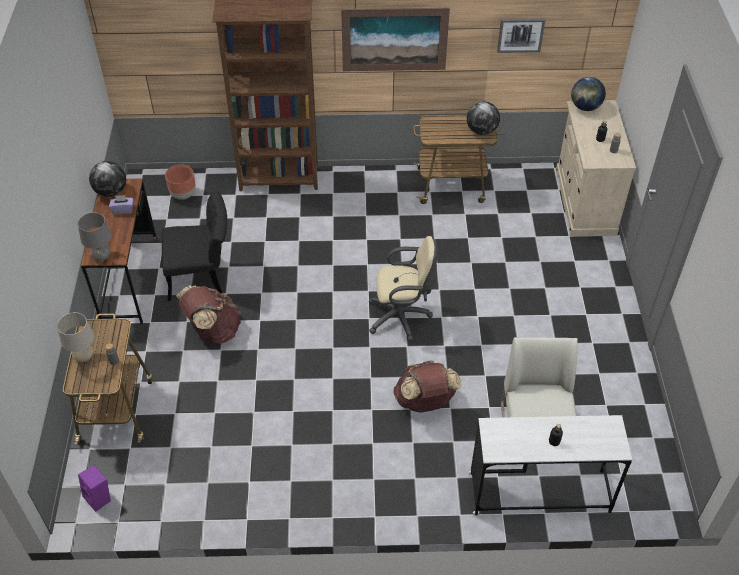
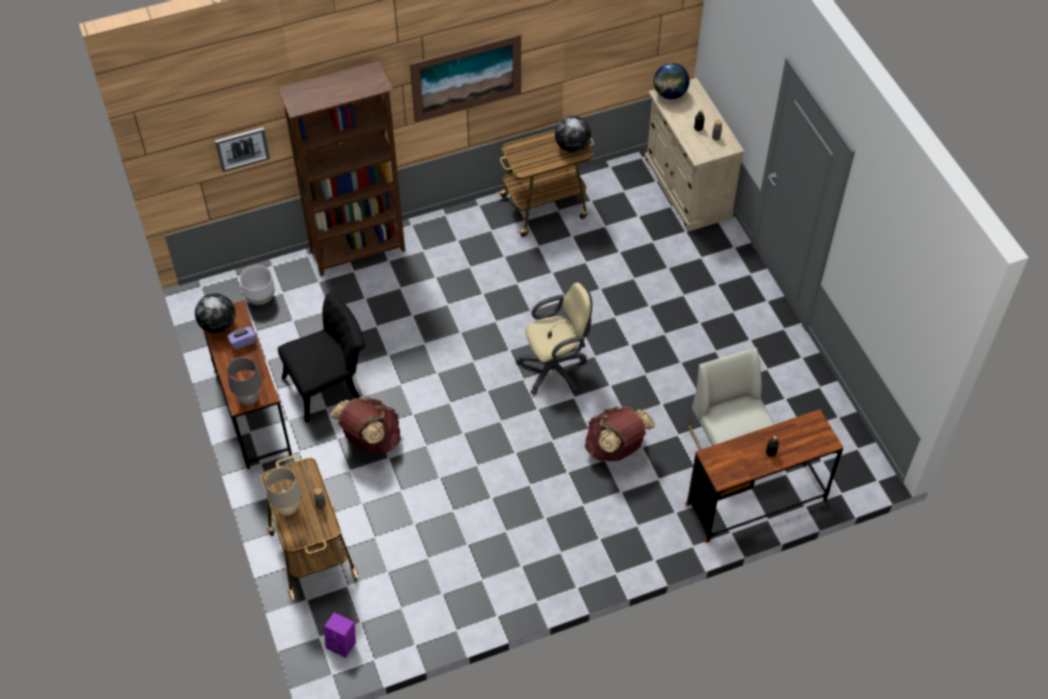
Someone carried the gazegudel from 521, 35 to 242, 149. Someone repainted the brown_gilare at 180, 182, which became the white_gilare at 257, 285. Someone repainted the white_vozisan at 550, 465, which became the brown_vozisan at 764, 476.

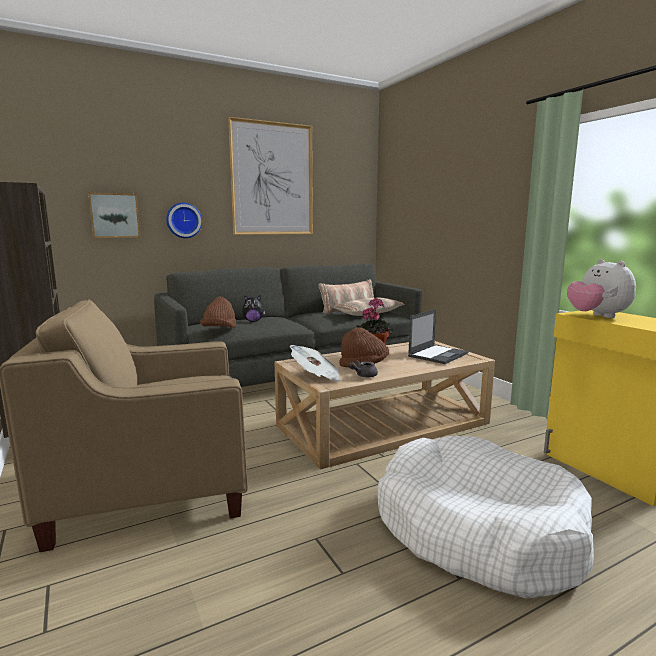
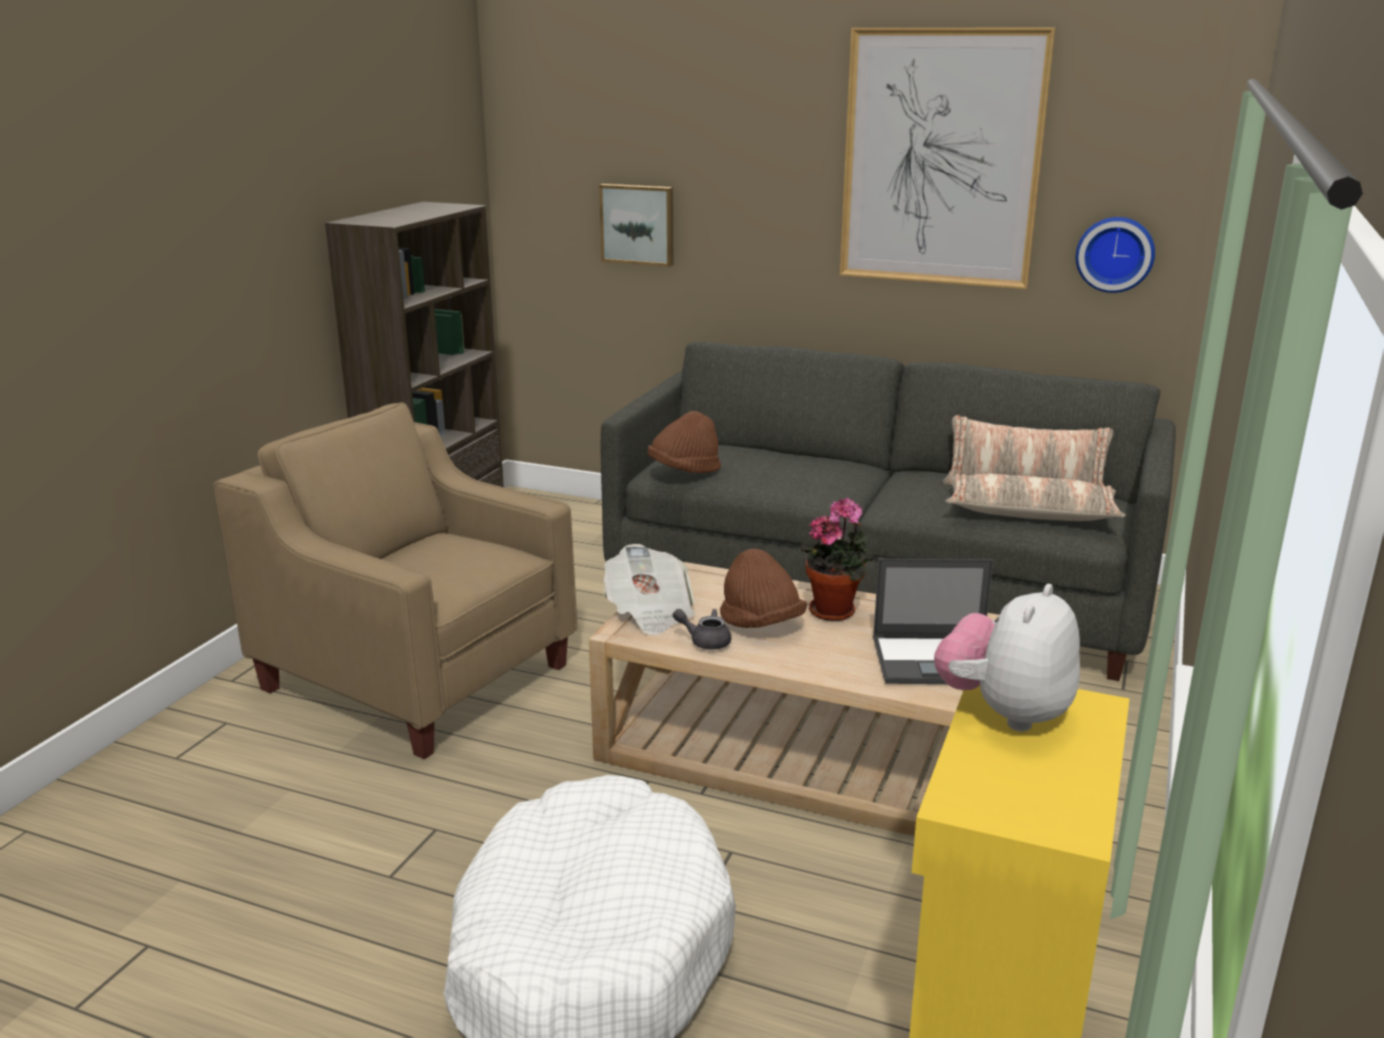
Someone took away the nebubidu at 253, 309. Someone carried the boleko from 184, 220 to 1115, 255.

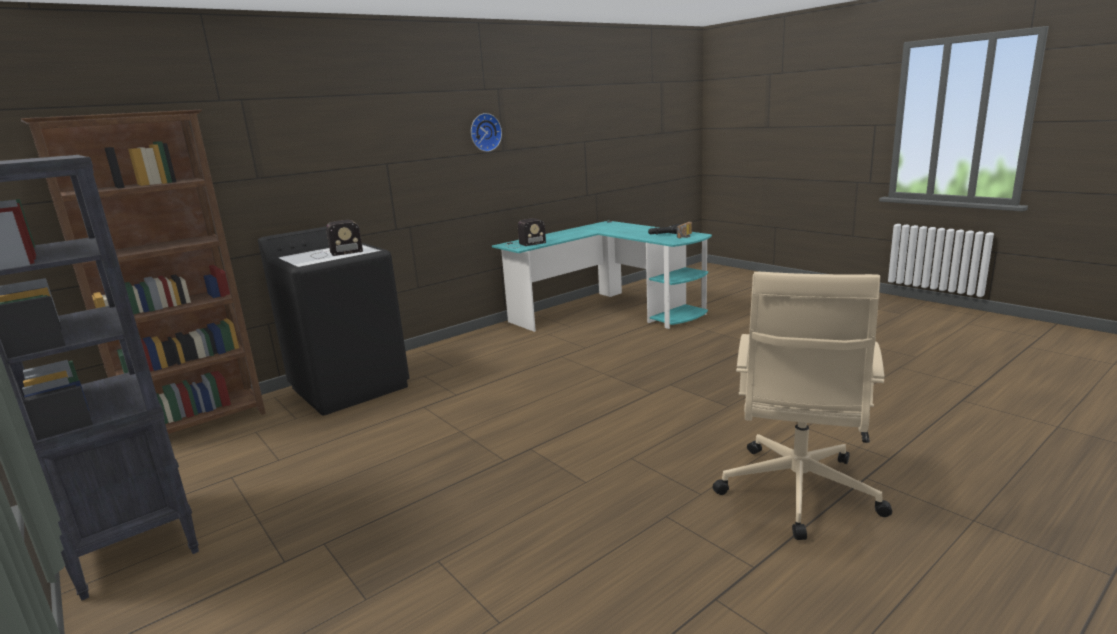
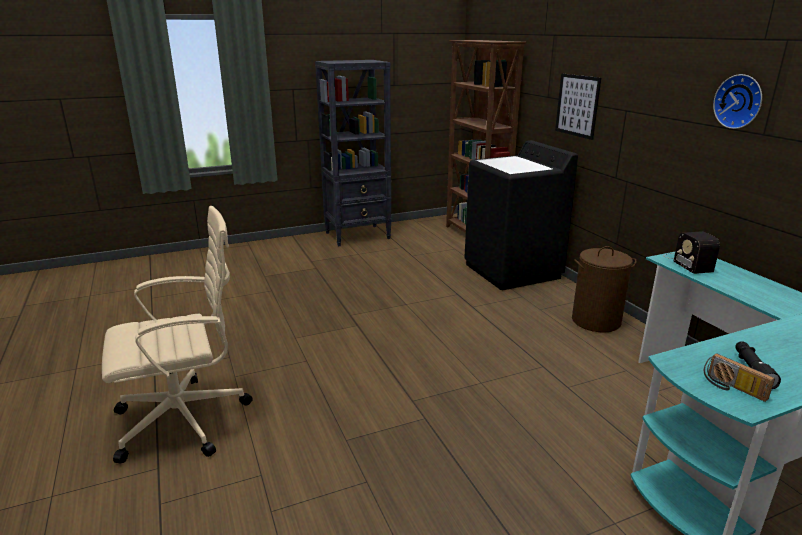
Someone took away the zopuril at 337, 239. Someone put up the gazegudel at 578, 106. Someone put down the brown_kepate at 604, 289. Someone rotated the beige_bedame at 802, 406 by 120 degrees clockwise.

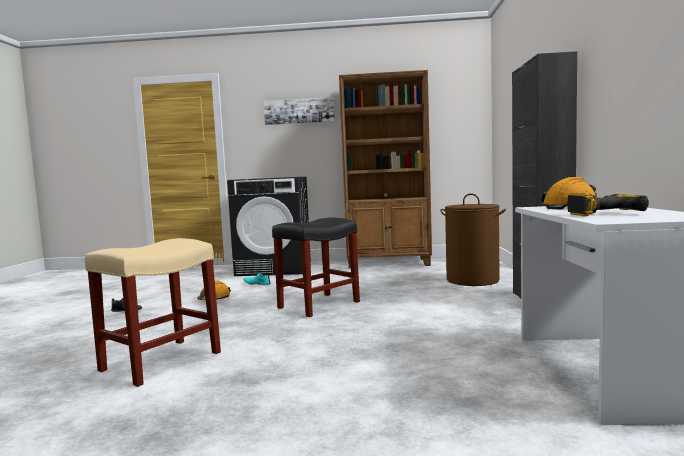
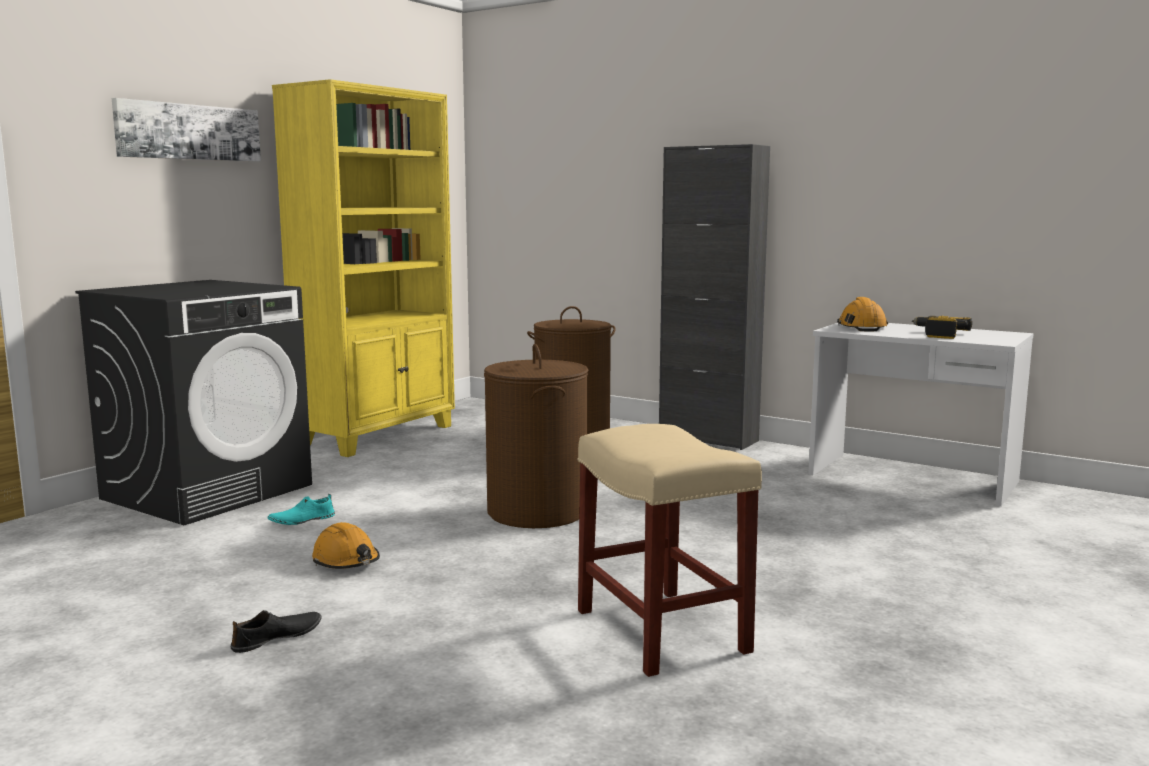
Someone swapped the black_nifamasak at 316, 267 for the brown_kepate at 536, 436. Someone repainted the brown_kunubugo at 385, 169, which became the yellow_kunubugo at 363, 268.

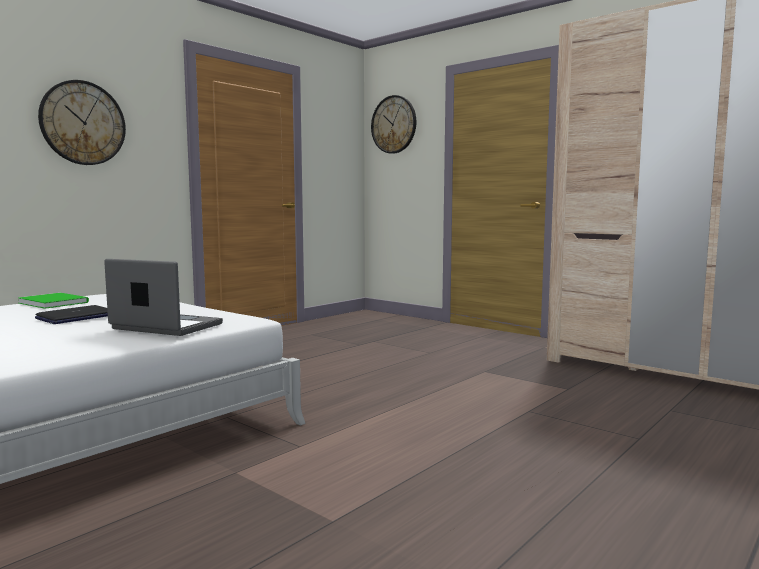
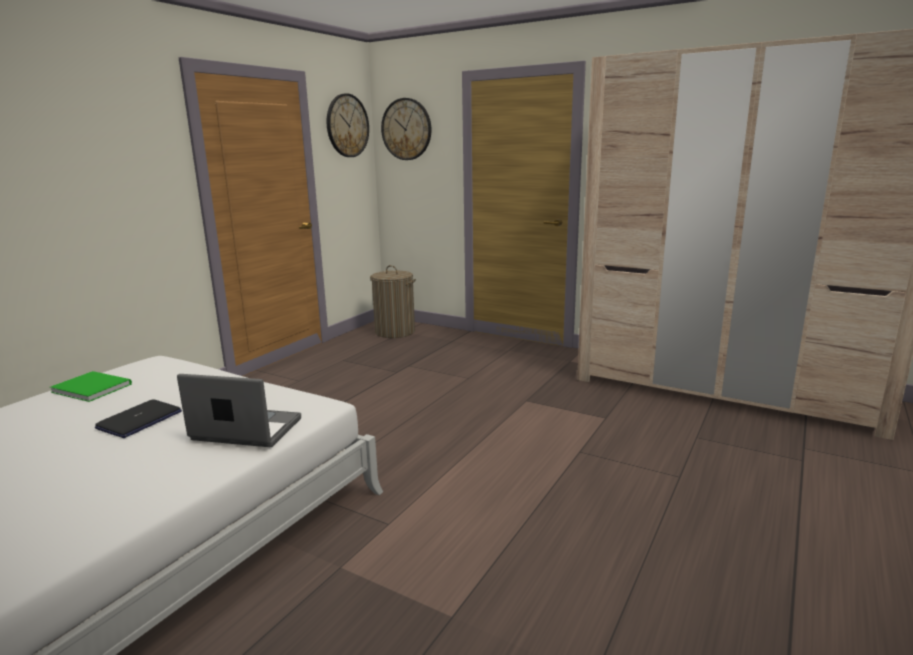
Someone put down the kepate at 393, 301. Someone carried the boleko from 82, 122 to 348, 125.

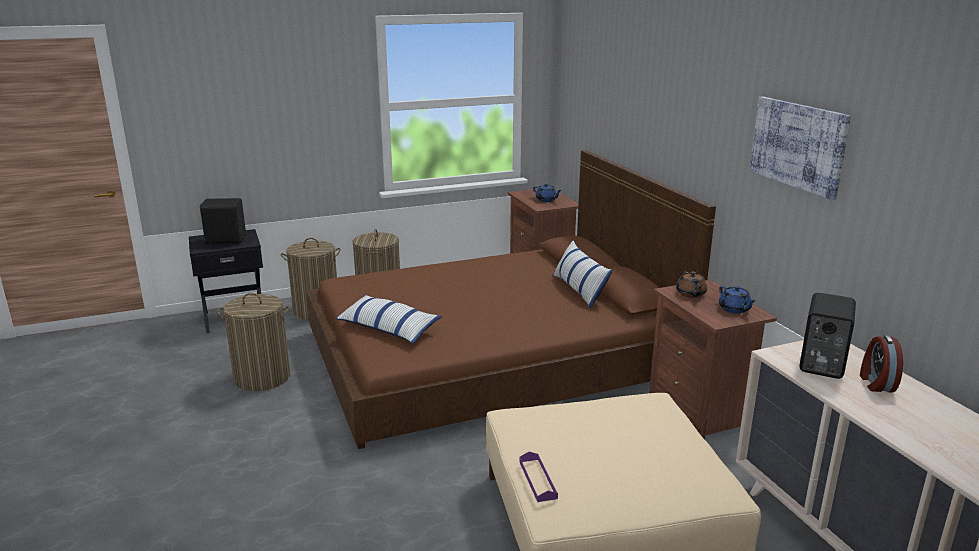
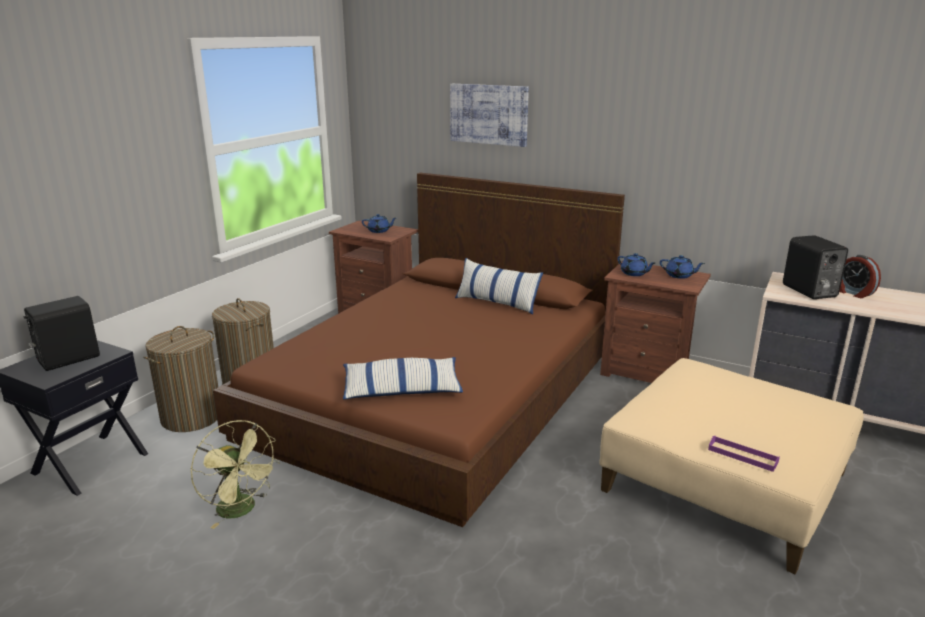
Someone carried the gazegudel from 800, 148 to 489, 115. Someone swapped the kepate at 253, 342 for the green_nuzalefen at 235, 474. Someone repainted the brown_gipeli at 691, 284, which became the blue_gipeli at 636, 264.

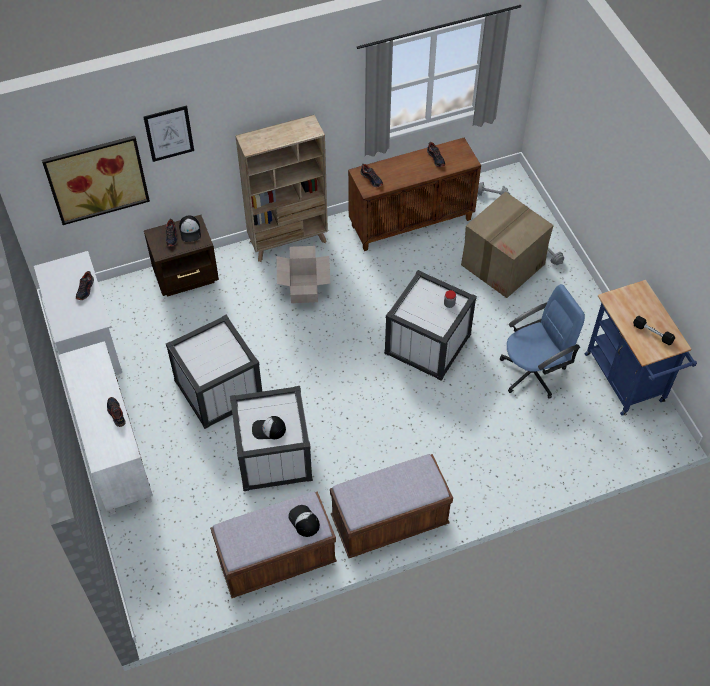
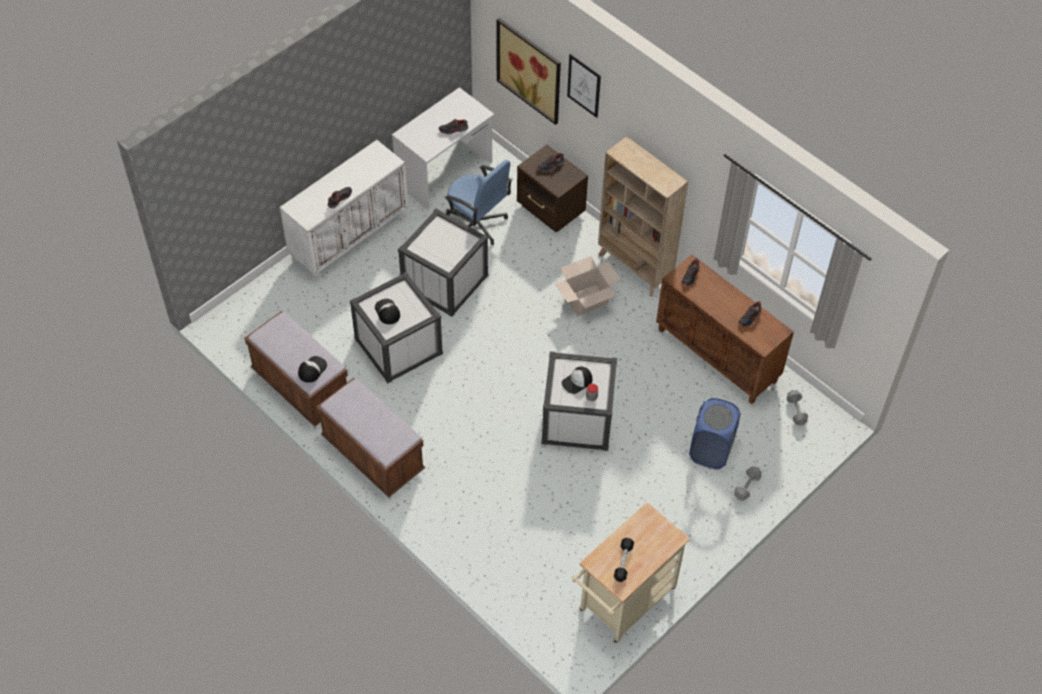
Someone carried the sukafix from 190, 228 to 577, 380. Someone carried the blue_bedame from 542, 341 to 478, 202. Someone swapped the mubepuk at 507, 244 for the blue_kepate at 715, 433. Someone repainted the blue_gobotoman at 641, 348, which became the beige_gobotoman at 630, 572.

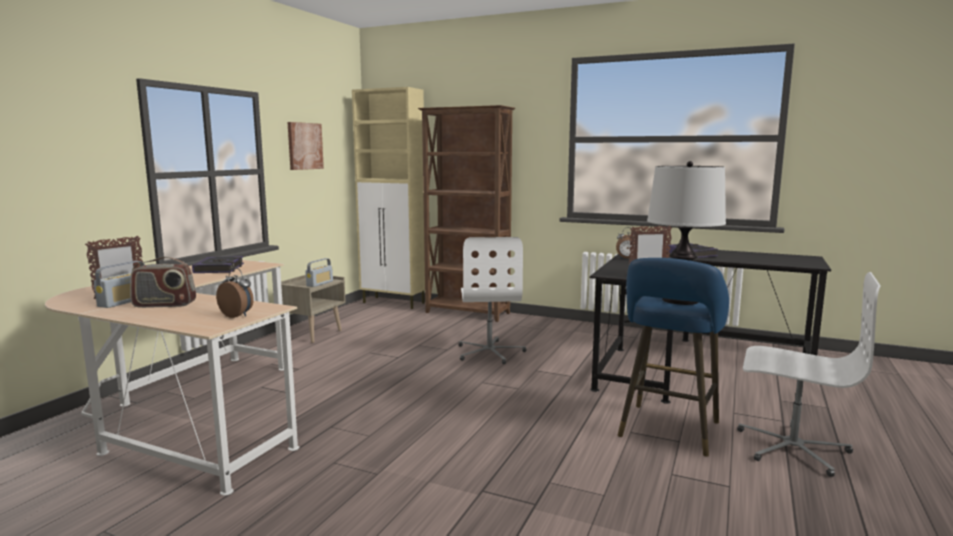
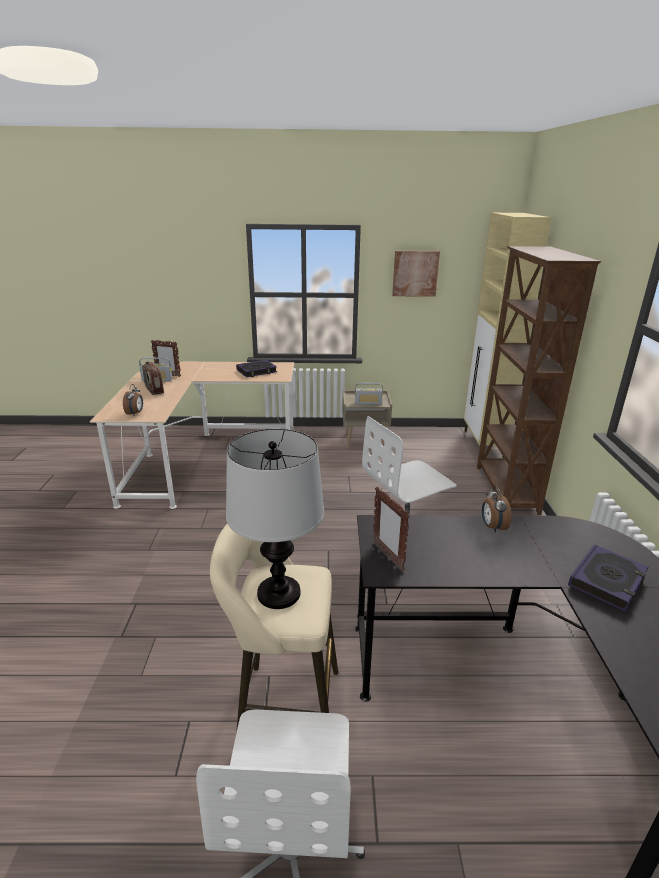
Someone repainted the blue_nifamasak at 673, 357, which became the beige_nifamasak at 274, 628.

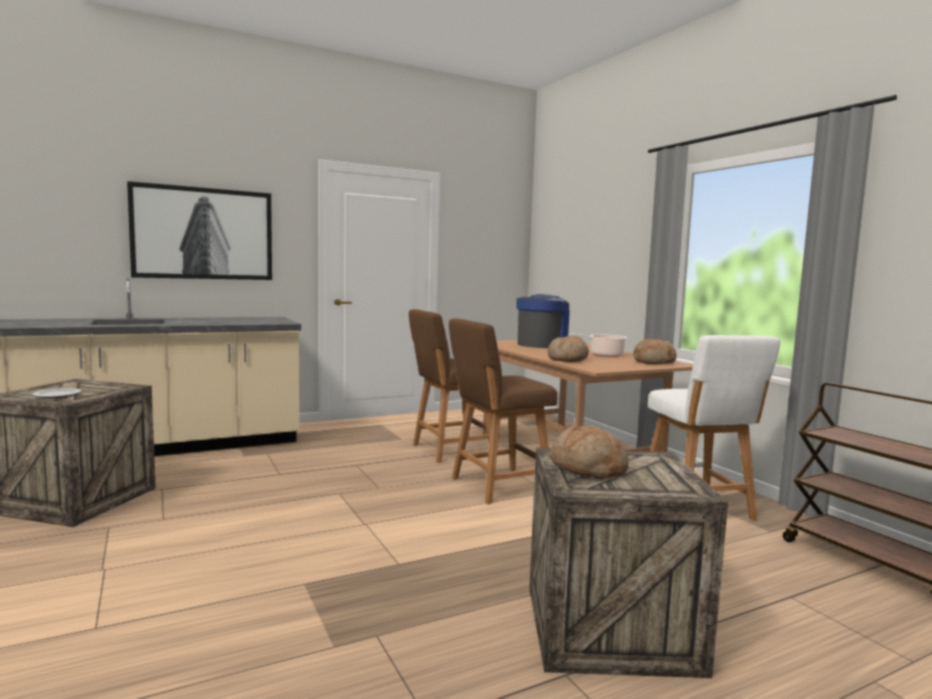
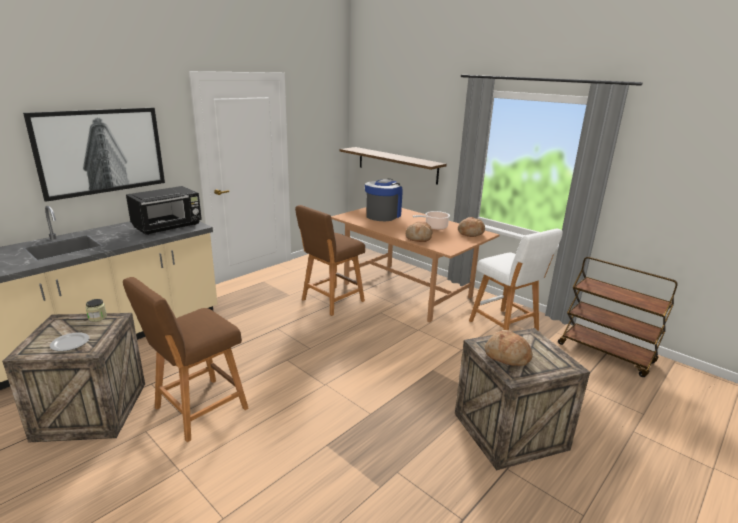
Someone put down the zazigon at 96, 310. Someone put down the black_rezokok at 164, 210. Someone put up the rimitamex at 393, 166. Someone carried the brown_nifamasak from 503, 411 to 185, 359.

